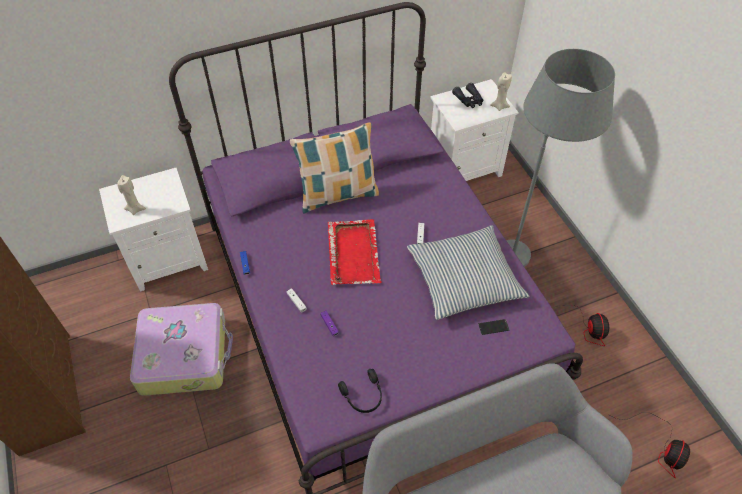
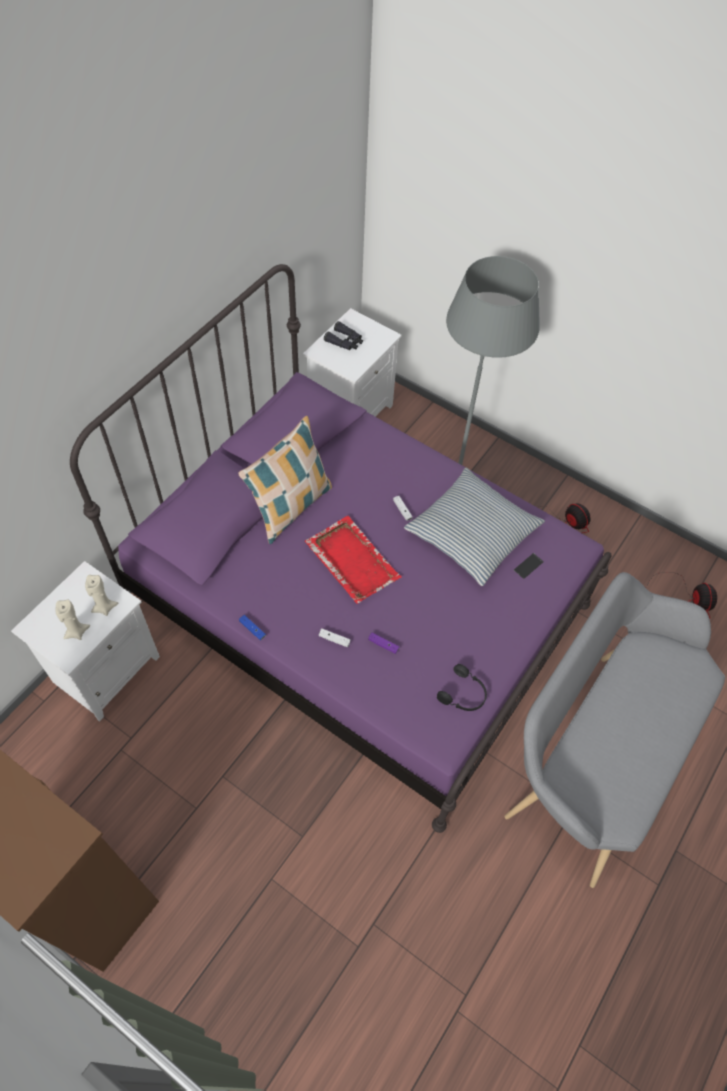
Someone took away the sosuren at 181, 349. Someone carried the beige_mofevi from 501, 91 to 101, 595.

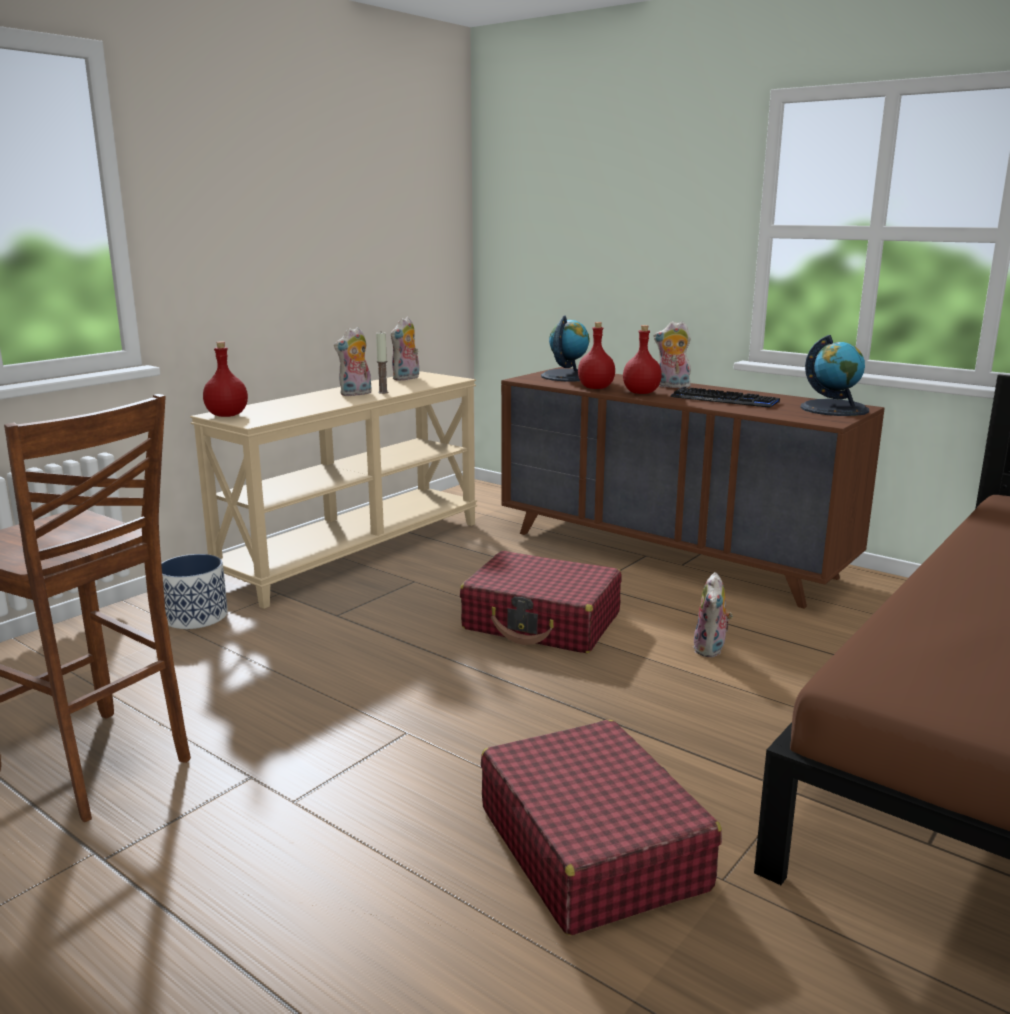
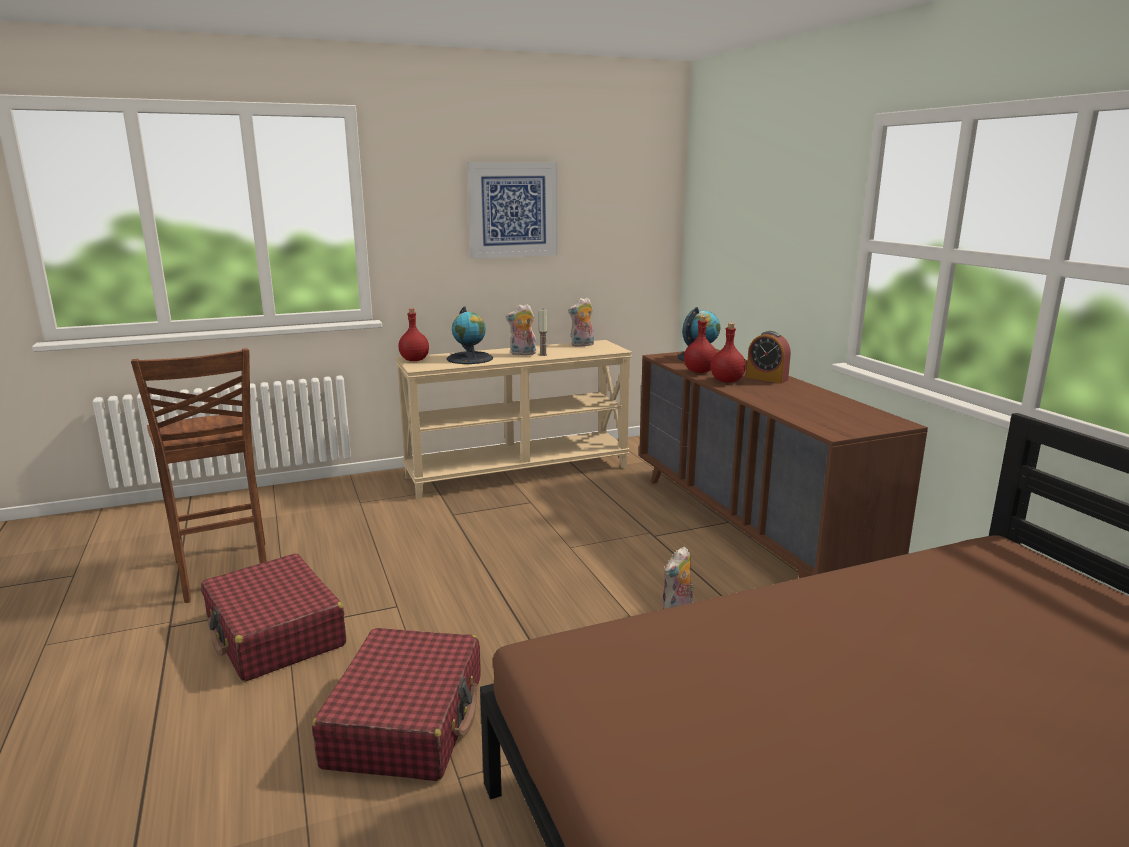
Someone took away the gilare at 194, 591. Someone took away the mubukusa at 725, 397. Someone put up the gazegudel at 512, 210. Someone carried the red_sosuren from 540, 602 to 273, 617. Someone carried the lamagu from 835, 375 to 469, 335. Someone swapped the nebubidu at 672, 354 for the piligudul at 768, 357.

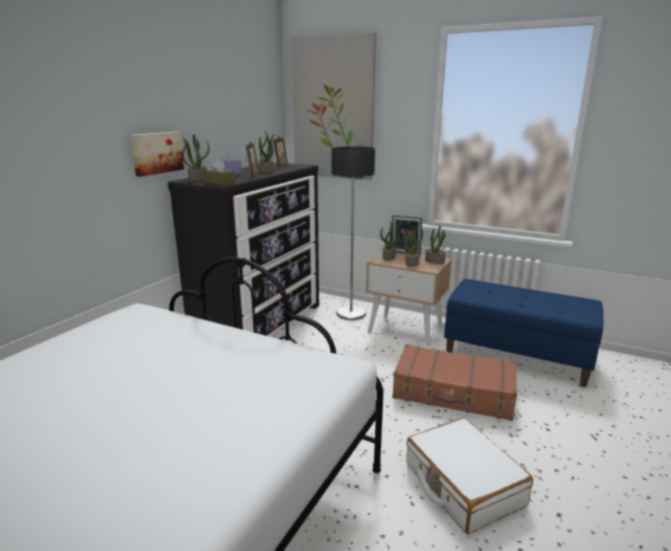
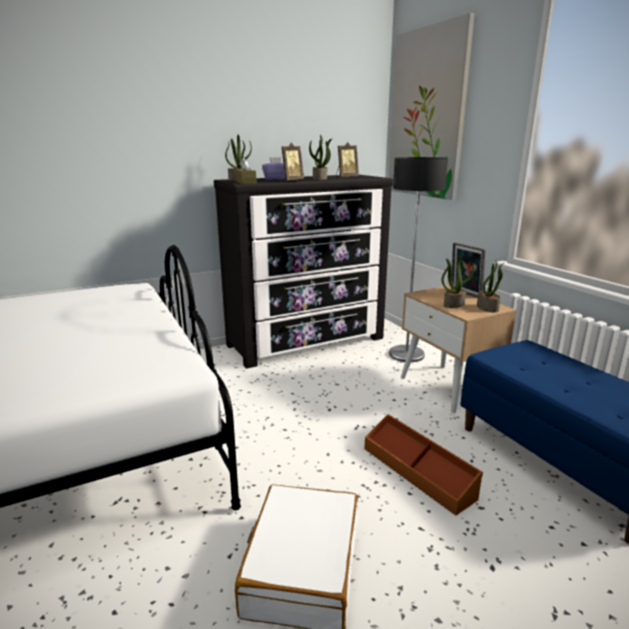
Someone took away the gazegudel at 157, 154. Someone took away the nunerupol at 390, 241. Someone swapped the brown_sosuren at 454, 382 for the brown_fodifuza at 423, 465.

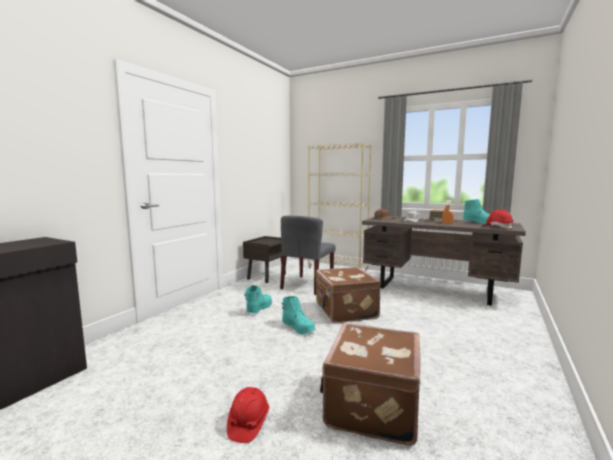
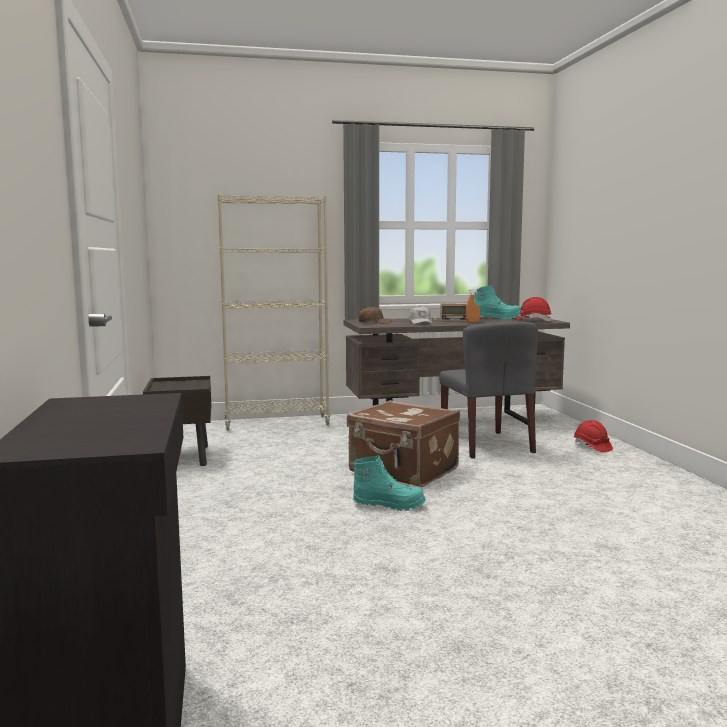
Someone took away the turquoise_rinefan at 258, 299. Someone took away the brown_sosuren at 370, 384. Someone carried the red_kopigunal from 248, 415 to 593, 436. Someone carried the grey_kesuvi from 308, 255 to 488, 390.

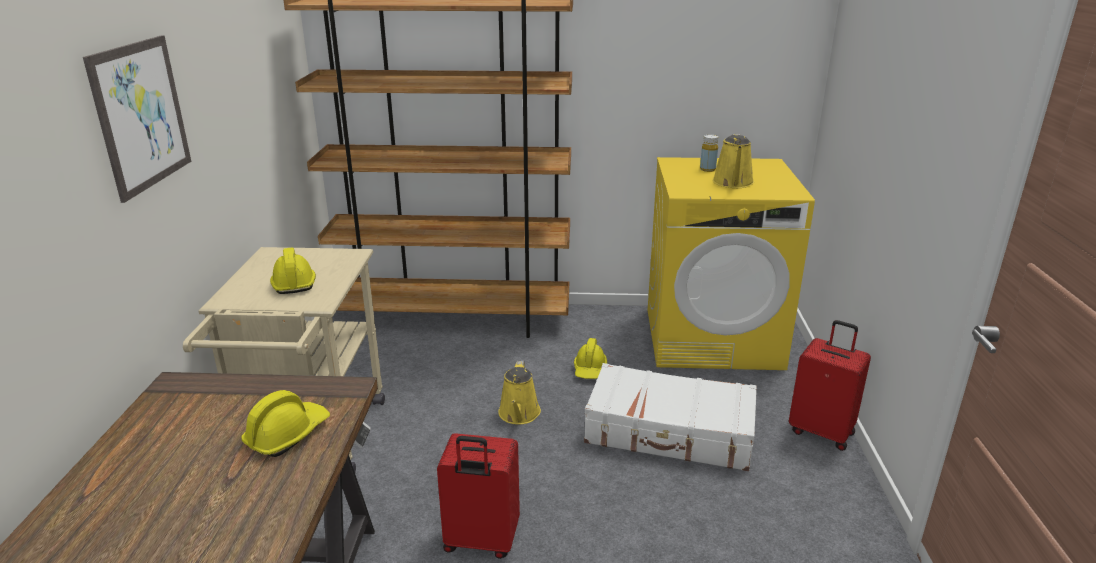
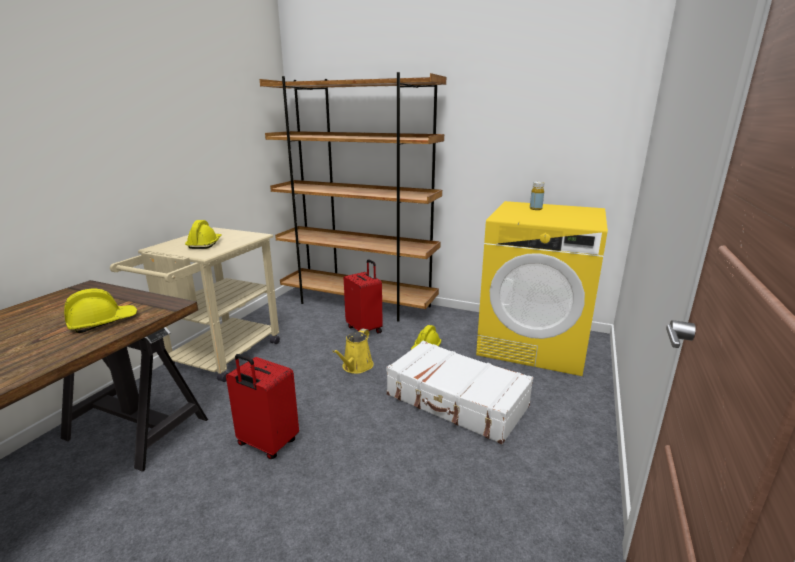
Someone took away the gazegudel at 137, 119. Someone took away the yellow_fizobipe at 733, 161. Someone carried the red_sosuren from 830, 385 to 363, 296.

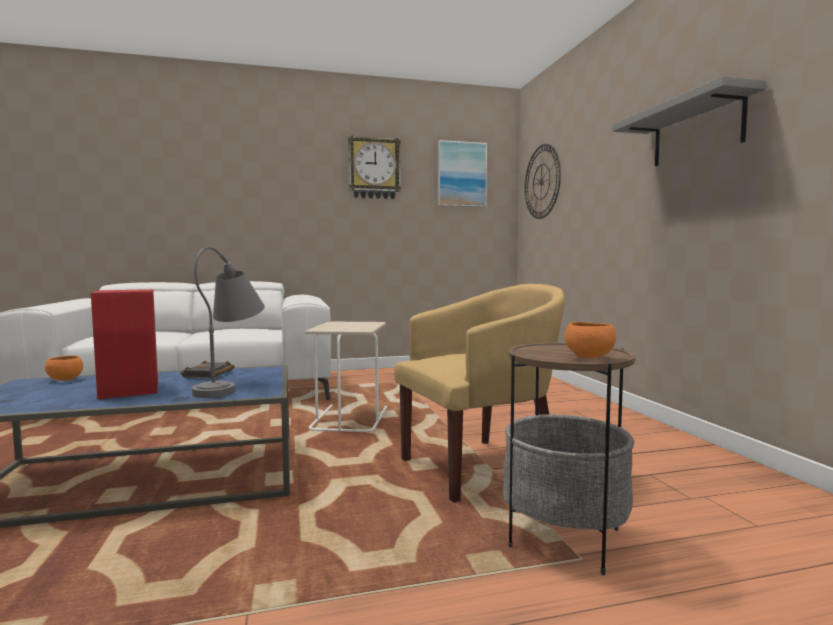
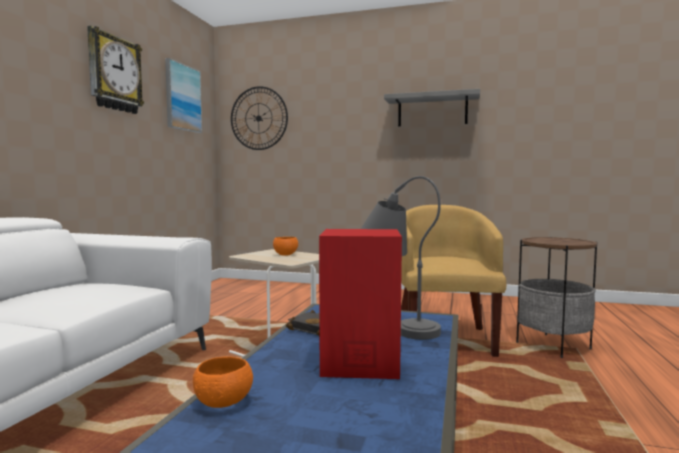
Someone carried the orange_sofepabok from 590, 340 to 285, 246.

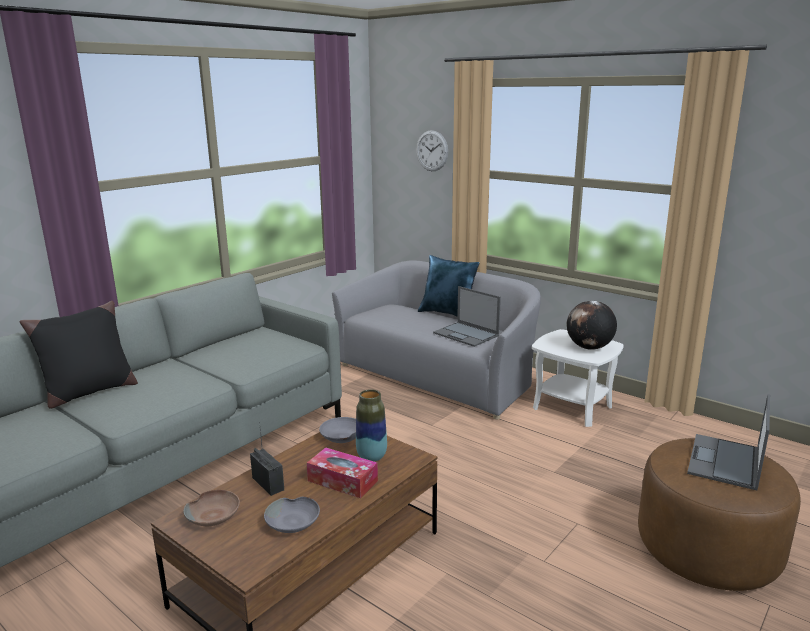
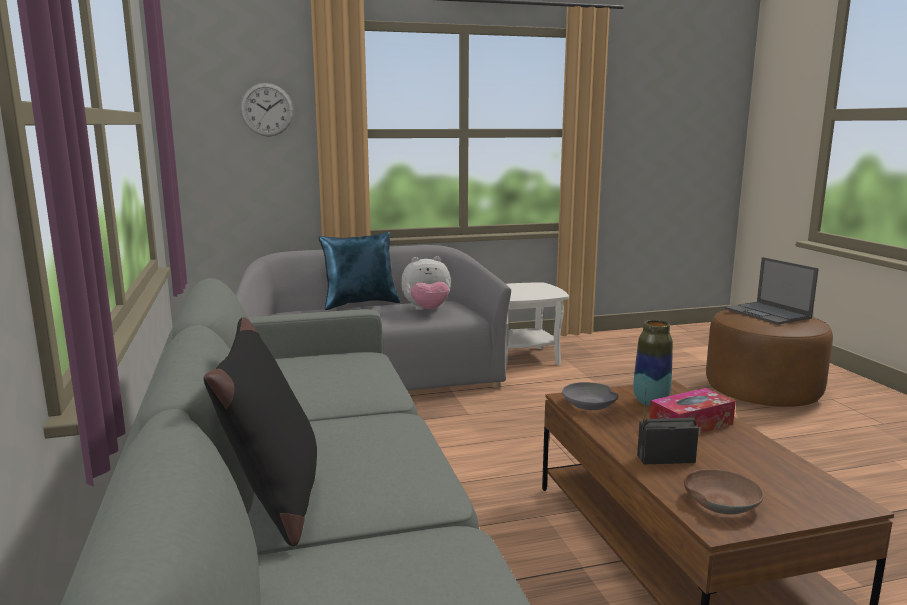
Someone took away the grey_sofepabok at 292, 514. Someone took away the lamagu at 592, 325. Someone swapped the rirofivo at 467, 316 for the nebubidu at 426, 283.

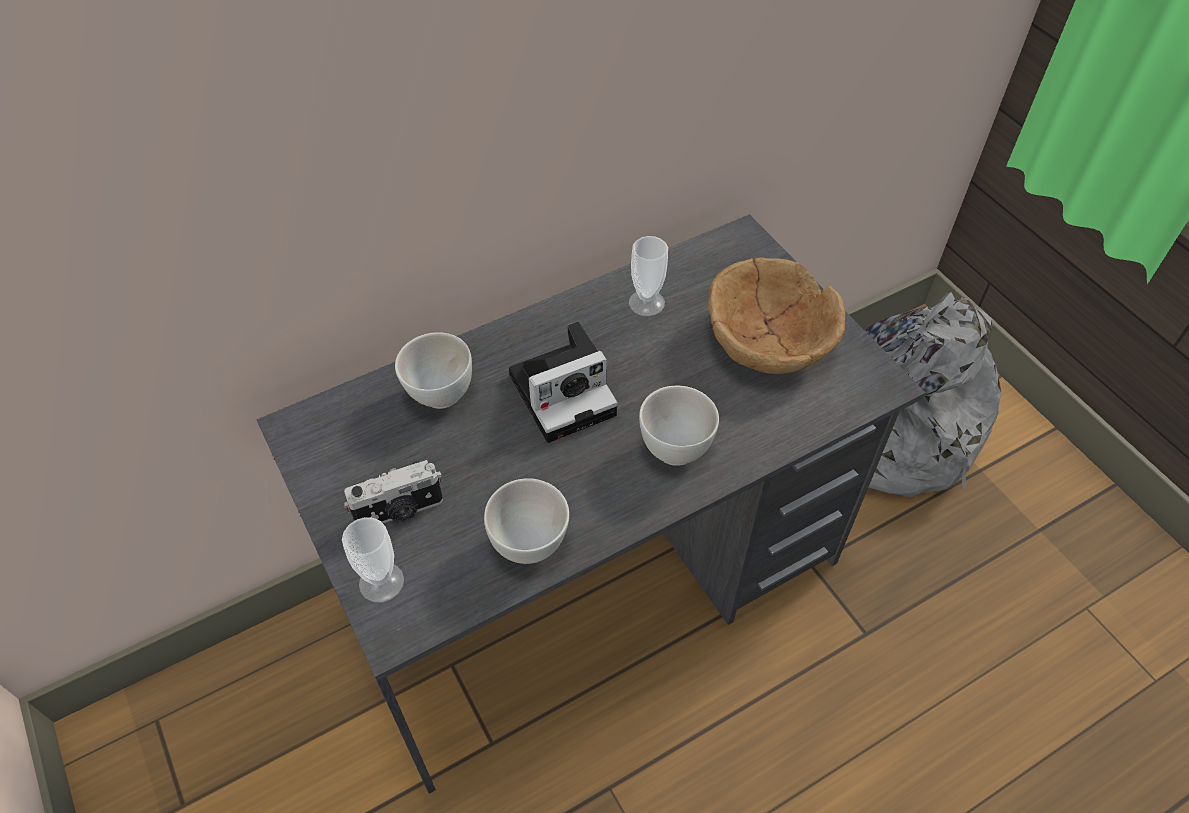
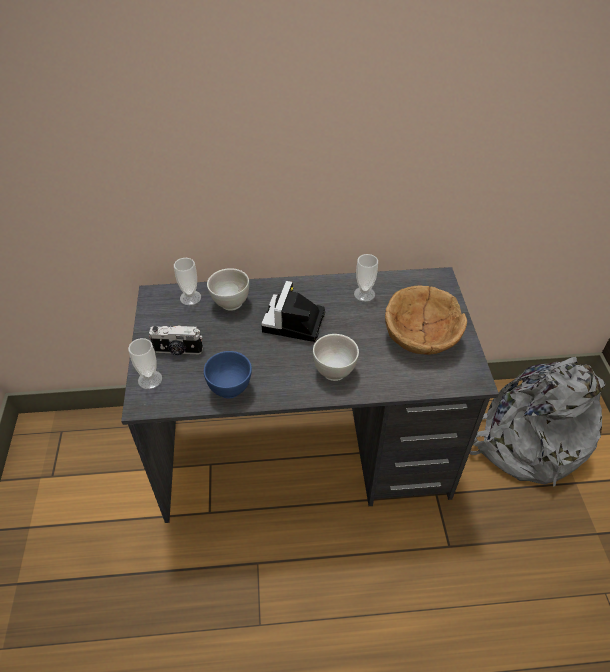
Someone put down the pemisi at 187, 281. Someone repainted the white_sofepabok at 526, 521, which became the blue_sofepabok at 228, 375. Someone rotated the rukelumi at 563, 382 by 105 degrees clockwise.

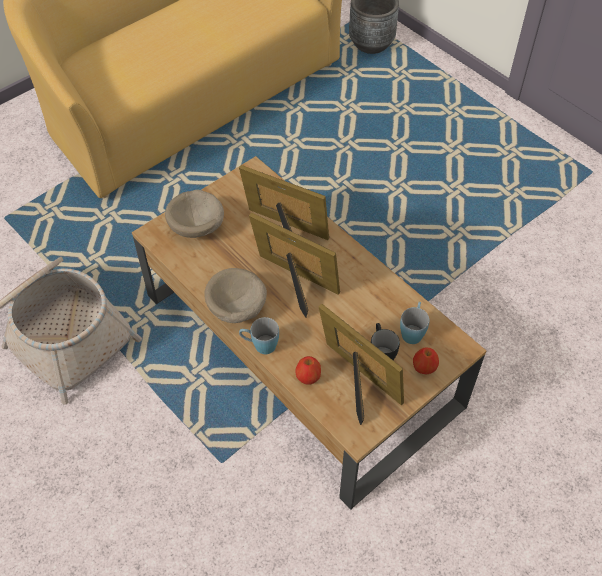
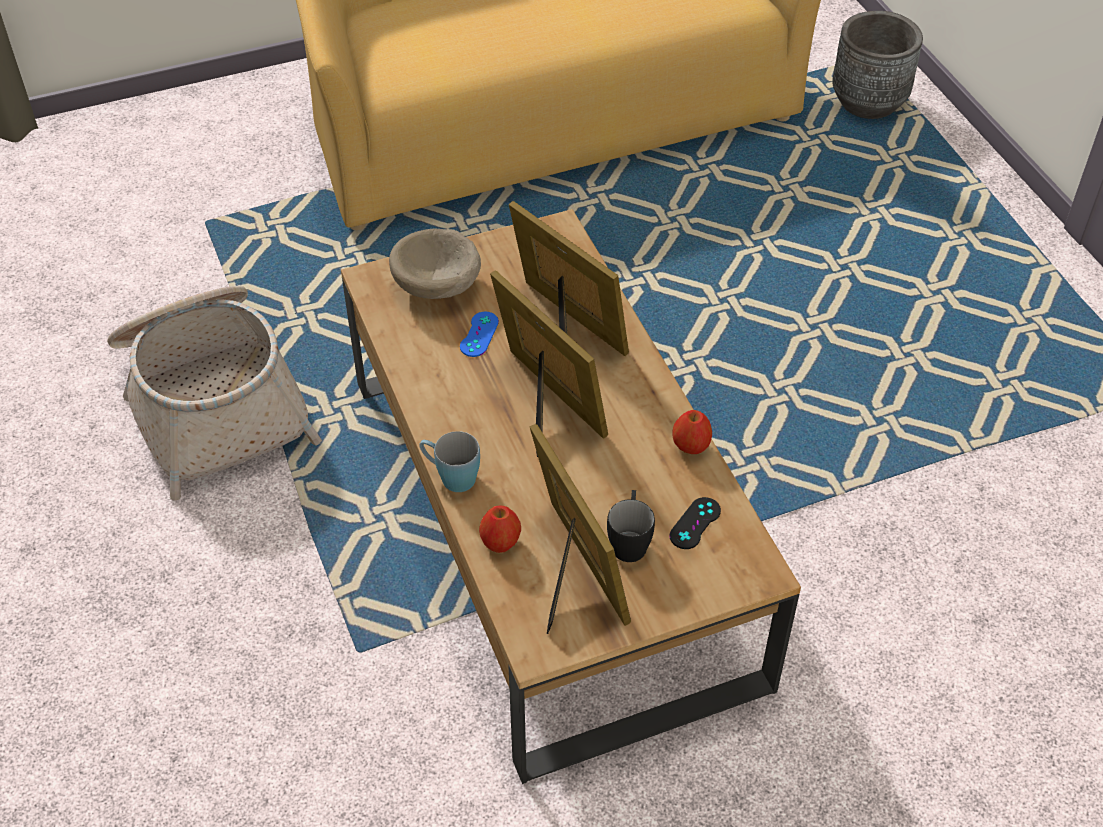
Someone took away the beige_sofepabok at 236, 295. Someone put down the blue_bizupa at 479, 334. Someone carried the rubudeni from 426, 360 to 692, 432. Someone swapped the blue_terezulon at 414, 323 for the black_bizupa at 695, 523.

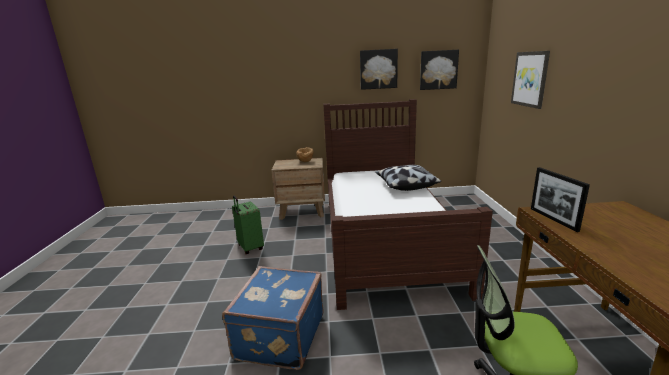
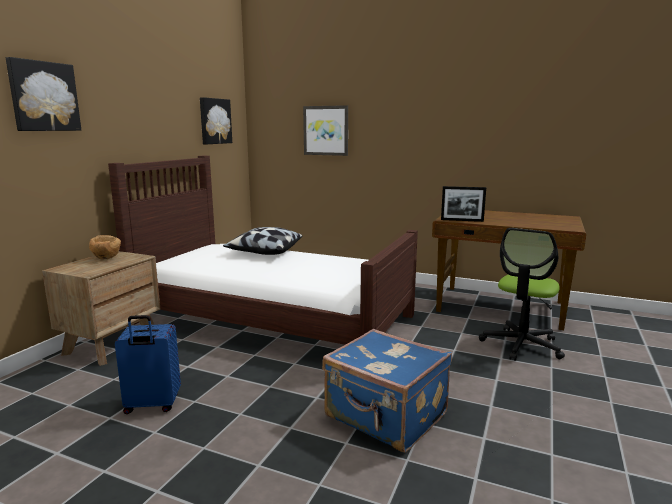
Someone carried the gazegudel from 379, 69 to 43, 94. Someone repainted the green_sosuren at 248, 225, which became the blue_sosuren at 148, 364.

